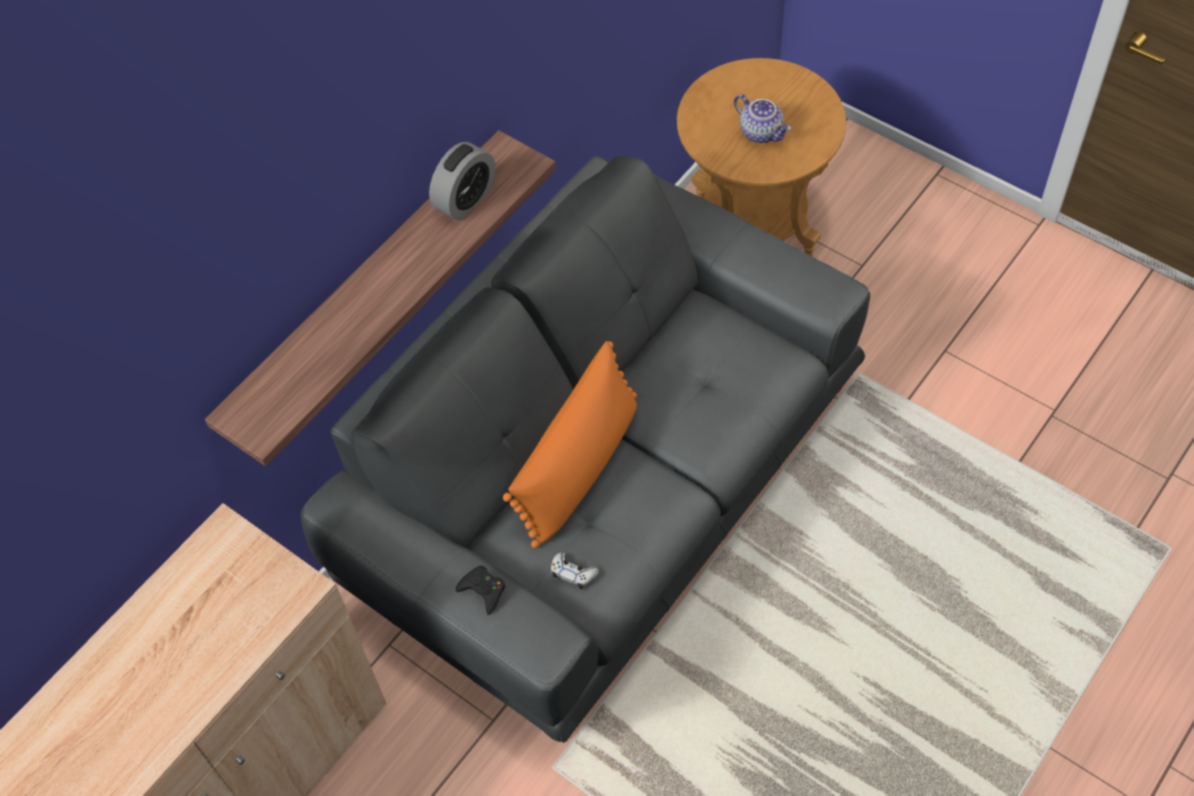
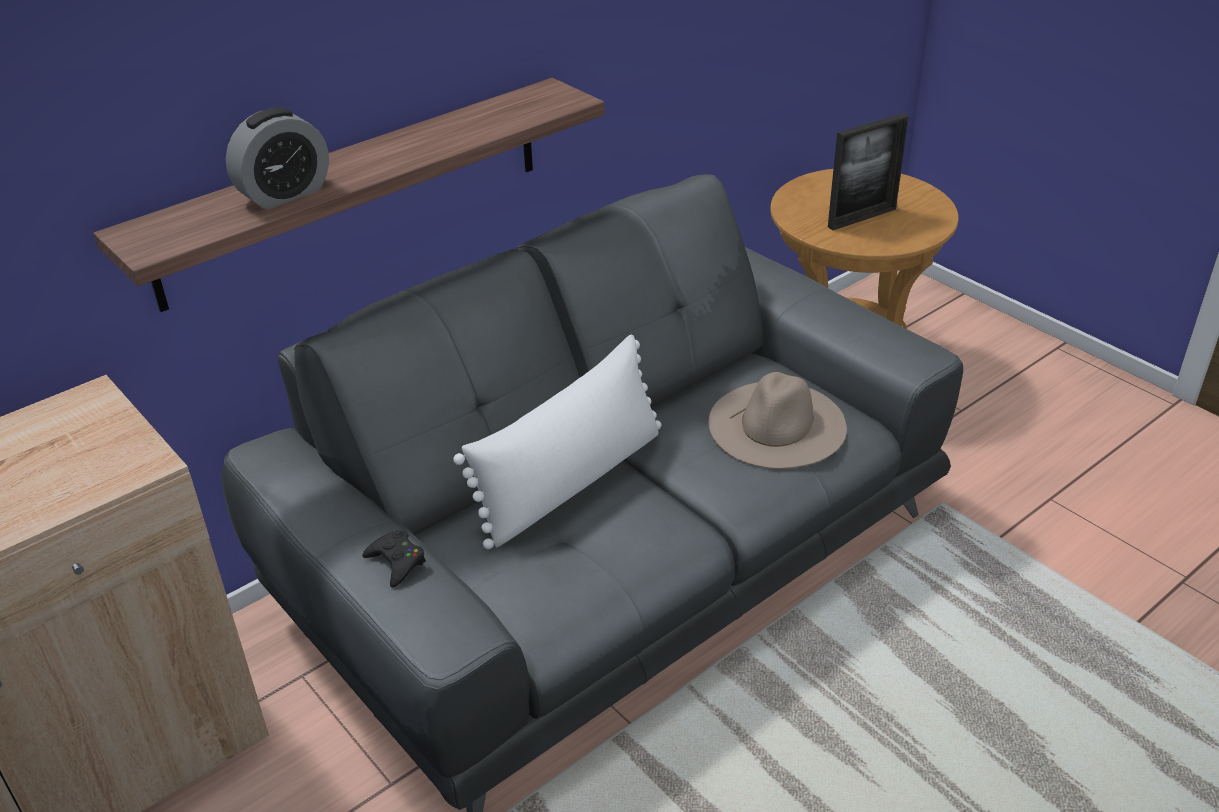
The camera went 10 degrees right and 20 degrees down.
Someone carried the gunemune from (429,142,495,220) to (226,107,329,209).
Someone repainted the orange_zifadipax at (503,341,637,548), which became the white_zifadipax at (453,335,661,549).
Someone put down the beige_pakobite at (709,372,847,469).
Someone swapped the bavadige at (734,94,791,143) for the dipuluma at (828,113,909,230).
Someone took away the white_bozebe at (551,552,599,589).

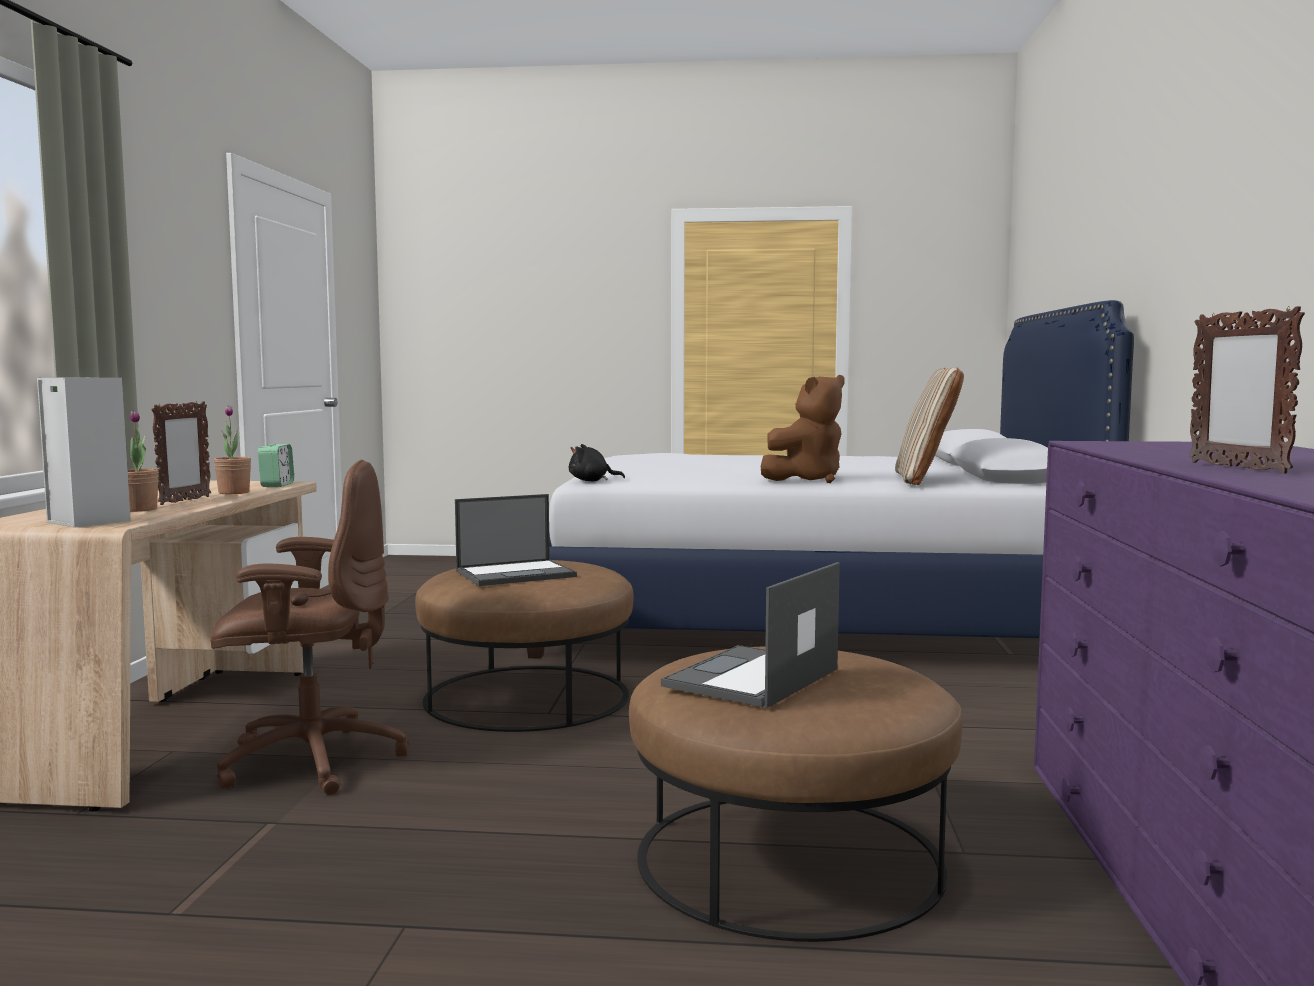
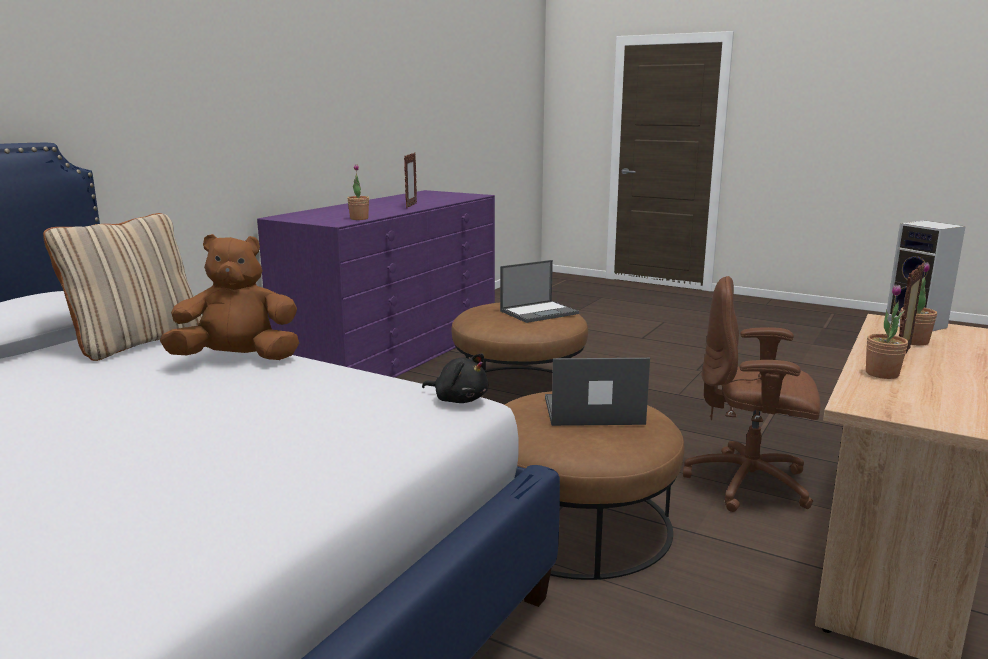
The camera went 155 degrees left and 10 degrees up.
Someone put down the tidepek at (347,164,369,220).
Someone took away the gunemune at (258,444,294,487).

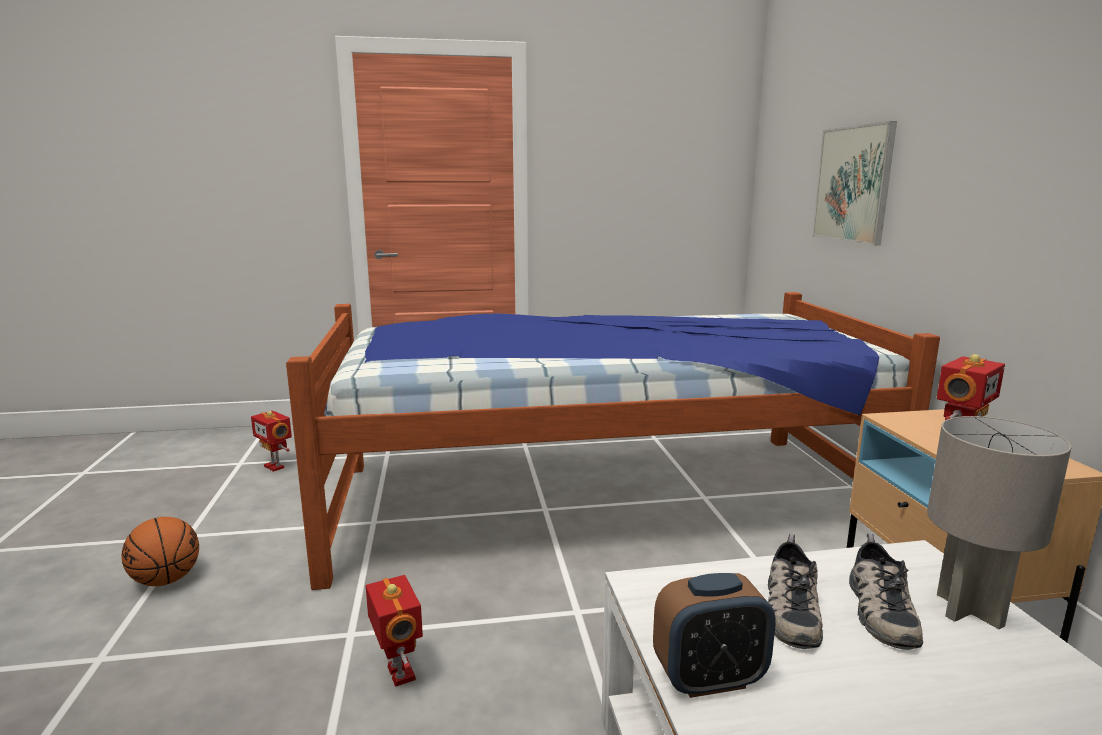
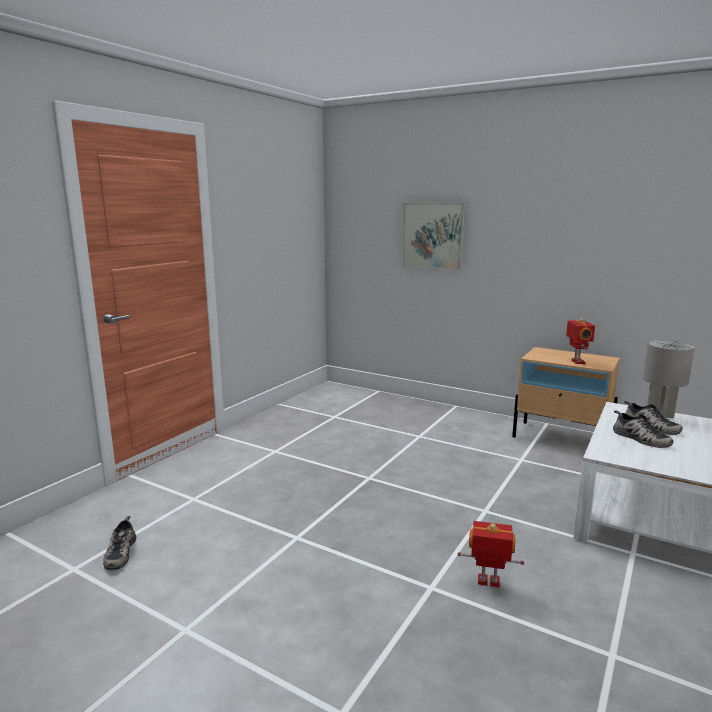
The camera went 50 degrees left and 0 degrees up.
Someone swapped the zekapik at (251,411,292,472) for the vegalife at (103,516,136,570).
Someone took away the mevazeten at (121,517,199,586).
Someone took away the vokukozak at (286,292,940,590).
Someone took away the gunemune at (653,573,776,698).

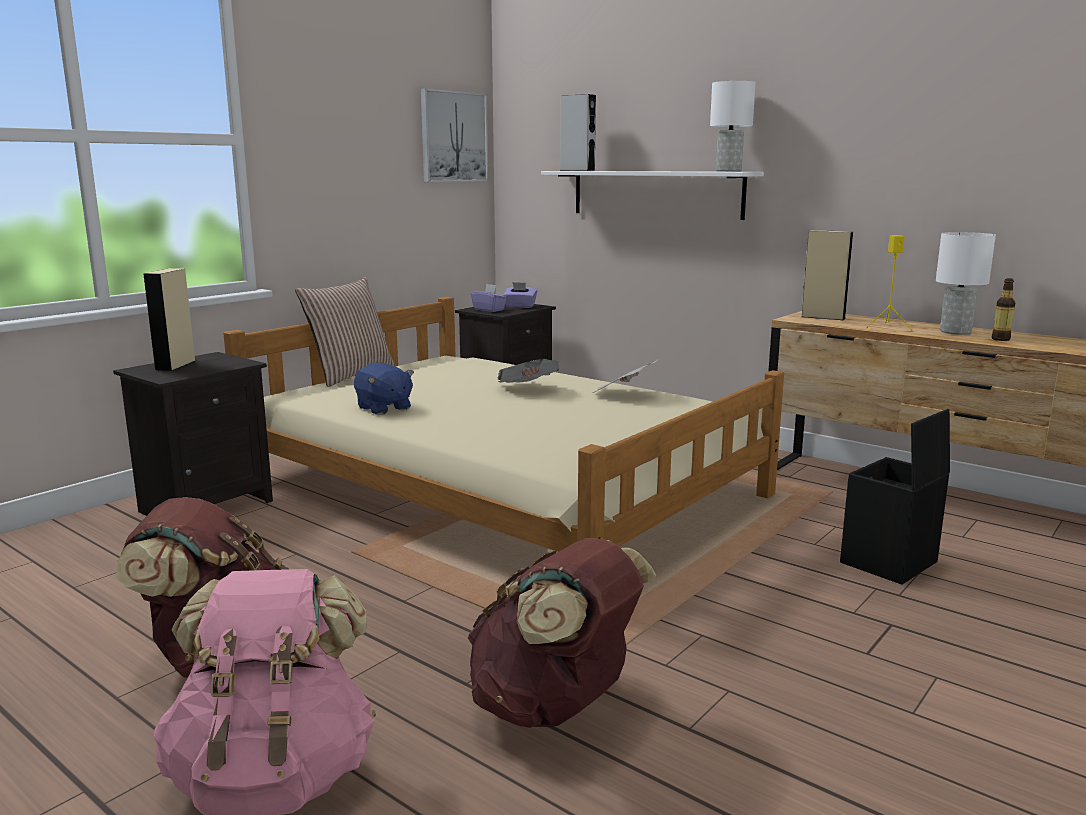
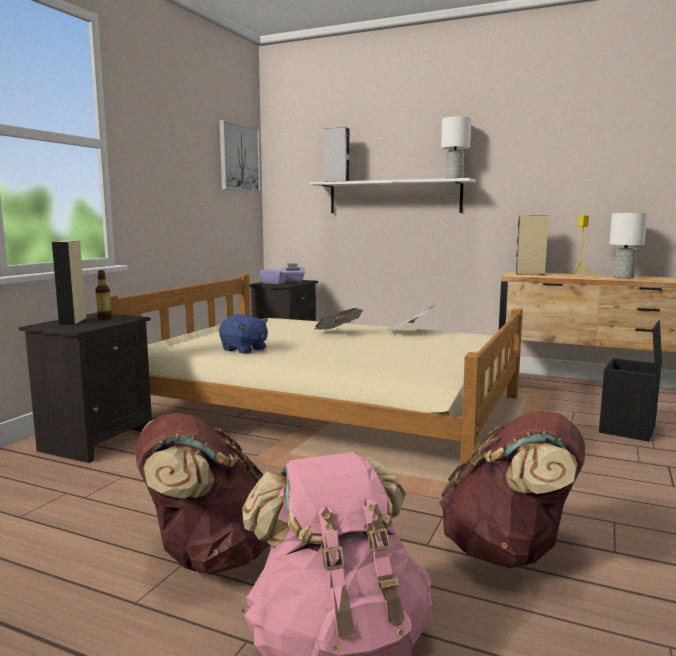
The camera went 15 degrees left and 5 degrees down.
Someone carried the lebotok from (992,278,1015,341) to (96,270,112,320).
Someone took away the zifadipax at (295,277,396,387).

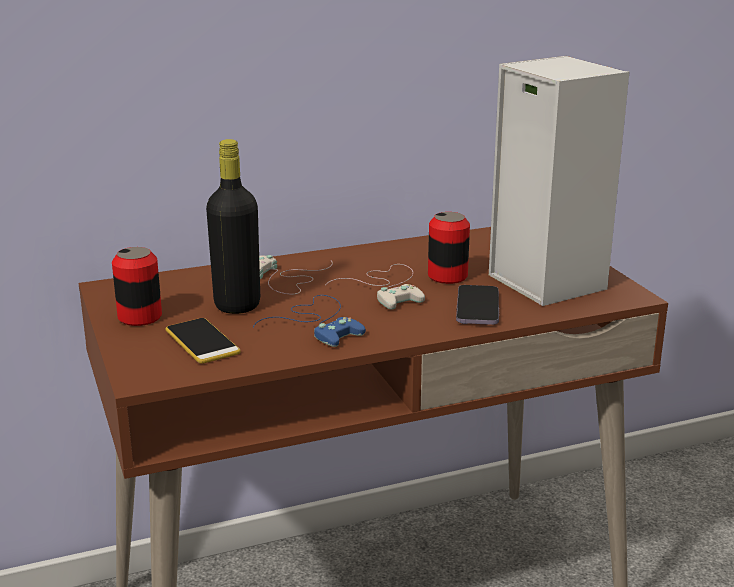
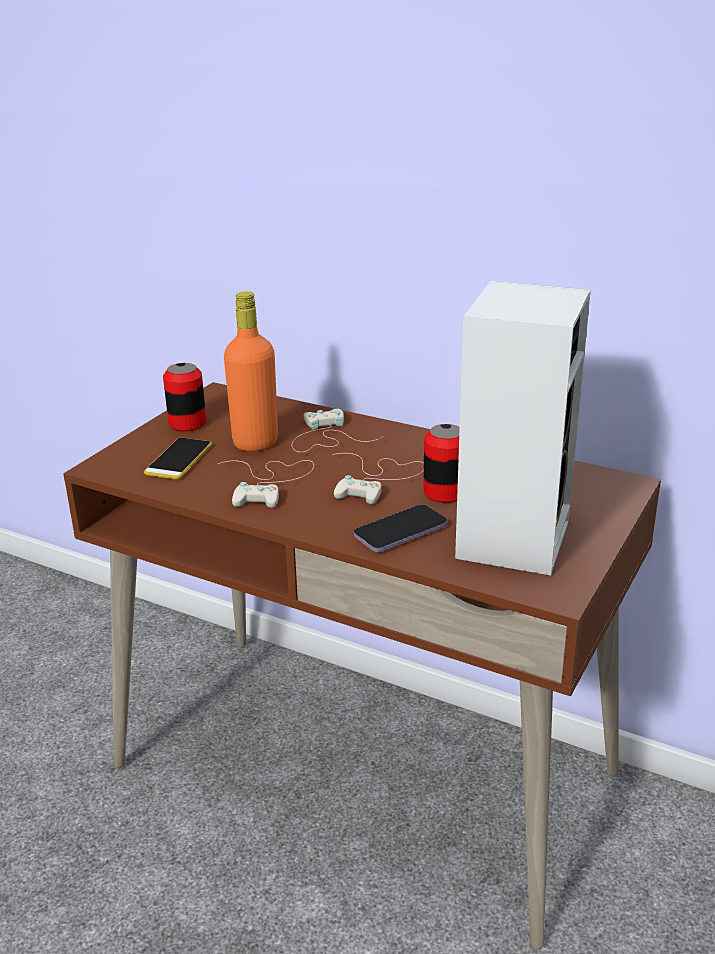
The camera went 50 degrees right and 5 degrees up.
Someone repainted the blue_bozebe at (253,295,366,347), which became the white_bozebe at (218,460,314,508).
Someone repainted the black_lebotok at (206,139,260,314), which became the orange_lebotok at (224,291,278,451).

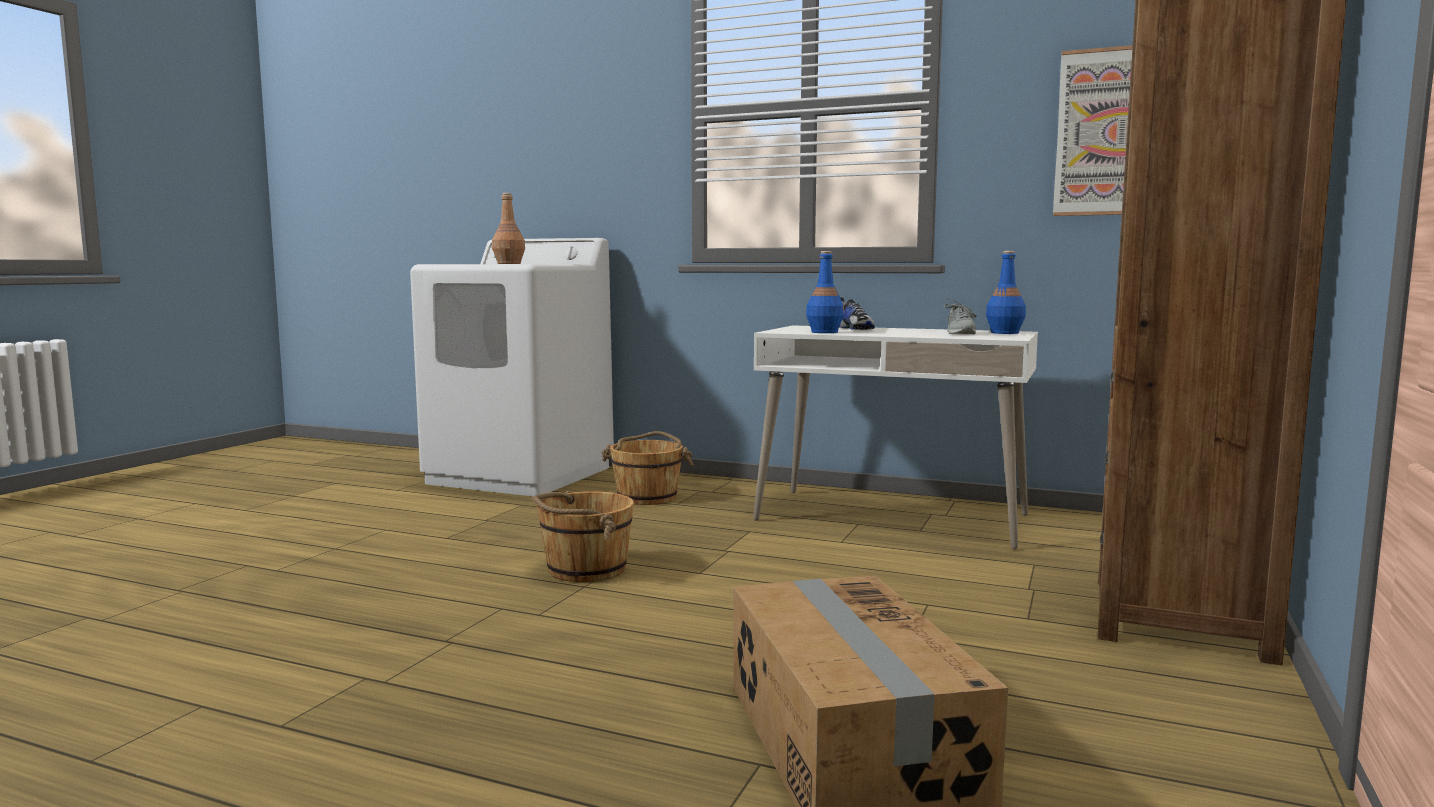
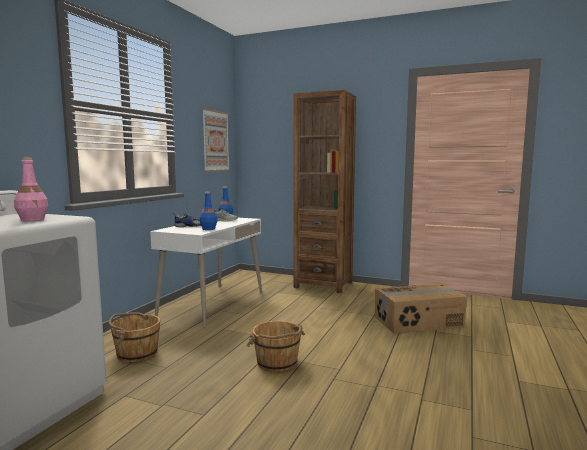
The camera went 90 degrees left and 0 degrees up.
Someone repainted the brown_lebotok at (492,193,525,264), which became the pink_lebotok at (14,158,48,221).

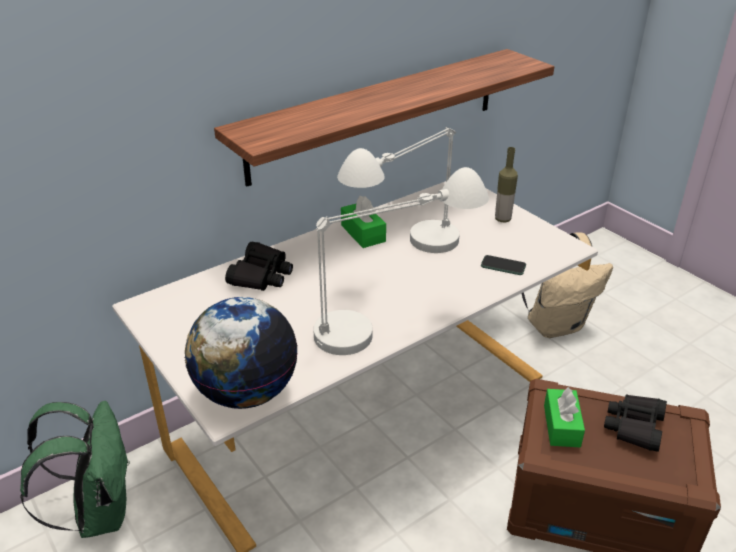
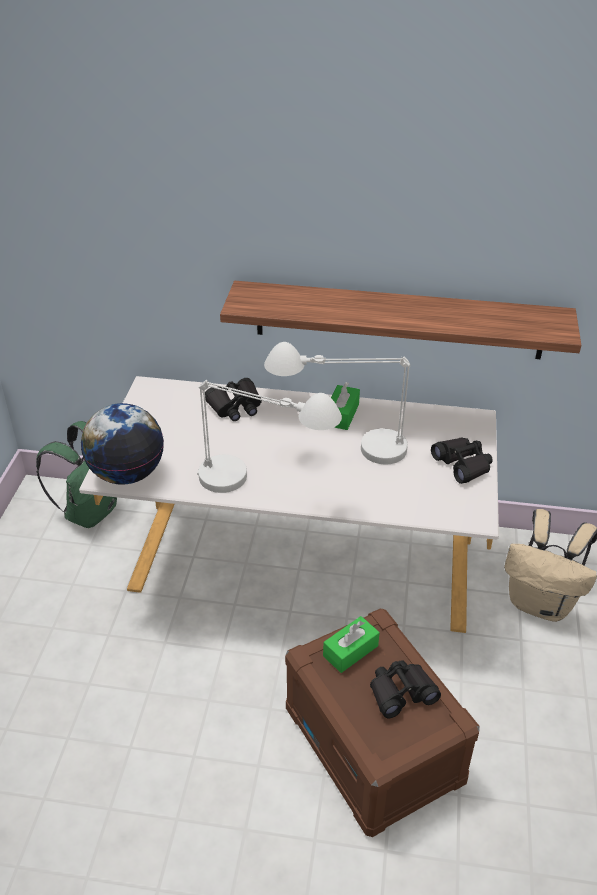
The camera went 45 degrees right and 5 degrees up.
Someone swapped the lebotok at (495,147,518,222) for the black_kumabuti at (431,437,493,484).
Someone took away the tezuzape at (481,255,526,275).

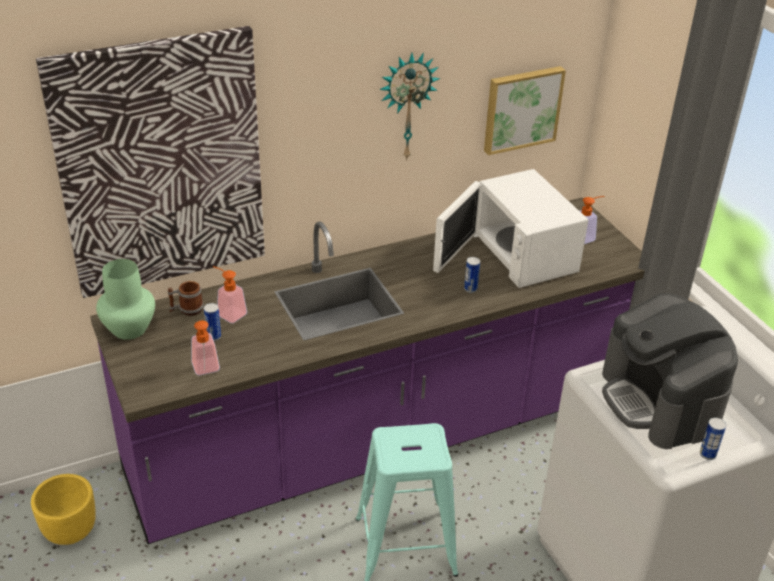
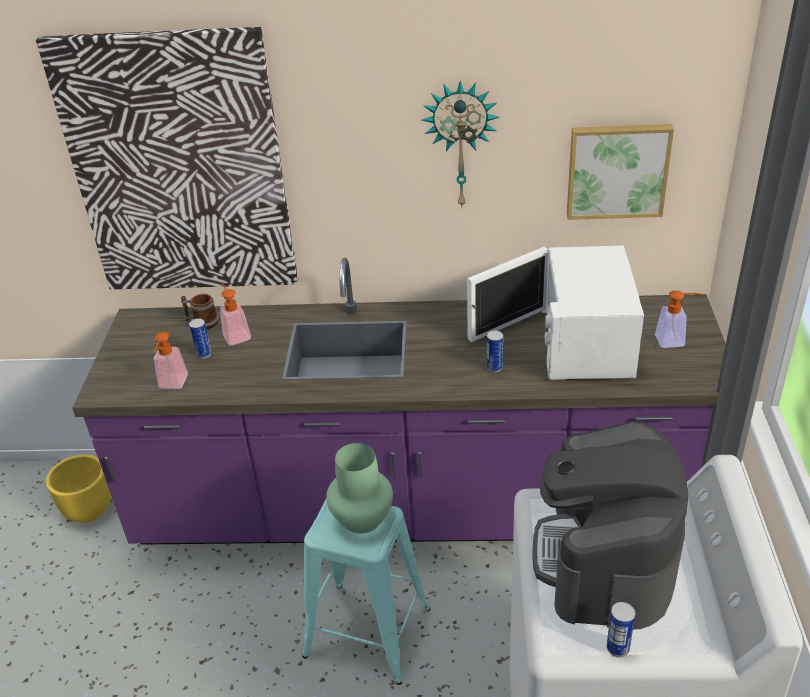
The camera went 30 degrees right and 0 degrees up.
Someone carried the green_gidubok from (96,259,155,340) to (326,443,393,534).

